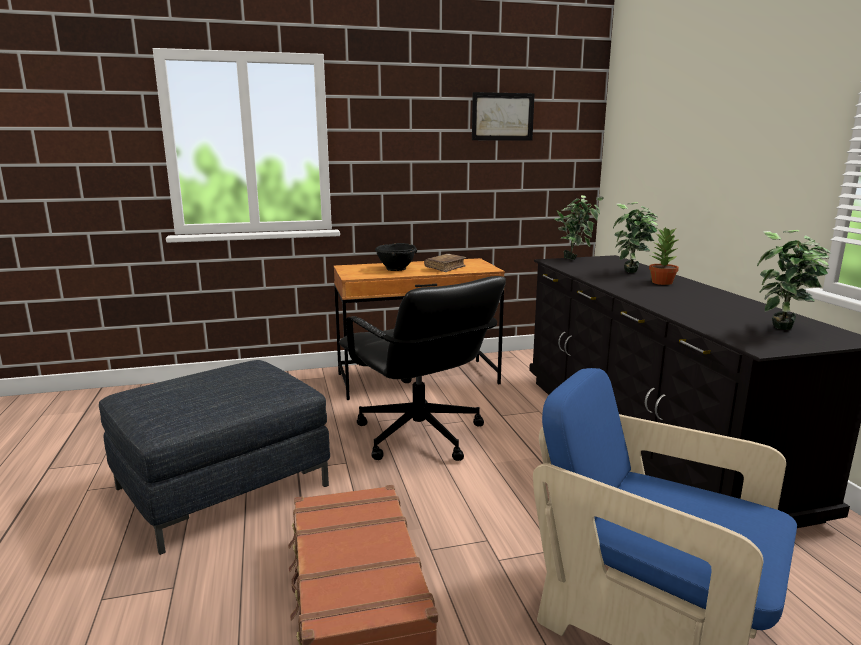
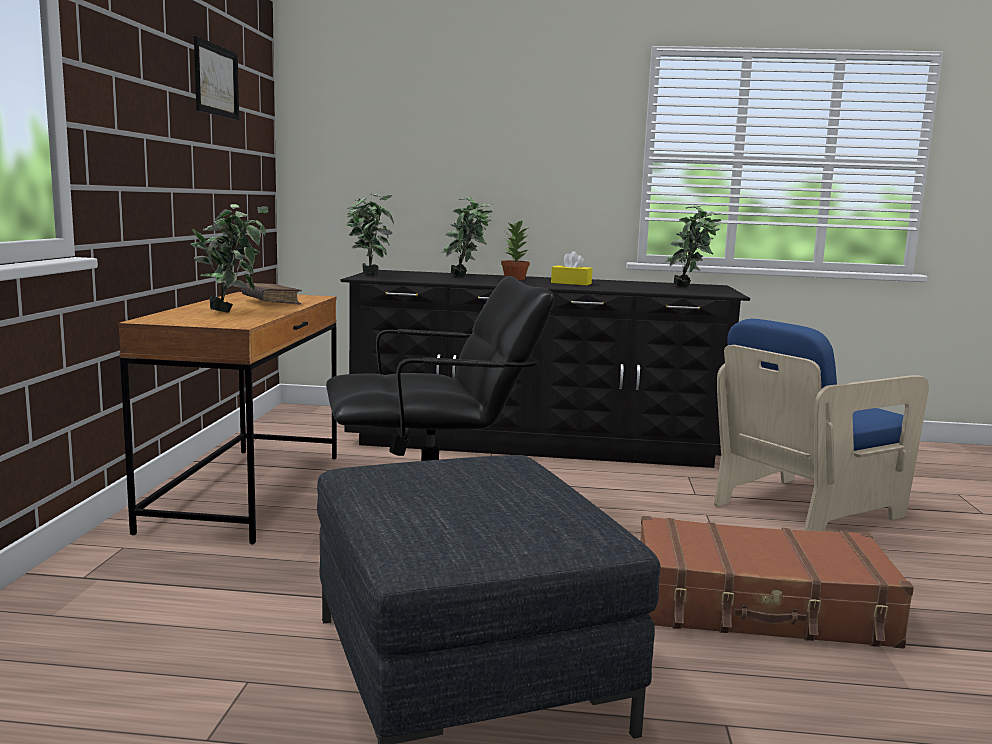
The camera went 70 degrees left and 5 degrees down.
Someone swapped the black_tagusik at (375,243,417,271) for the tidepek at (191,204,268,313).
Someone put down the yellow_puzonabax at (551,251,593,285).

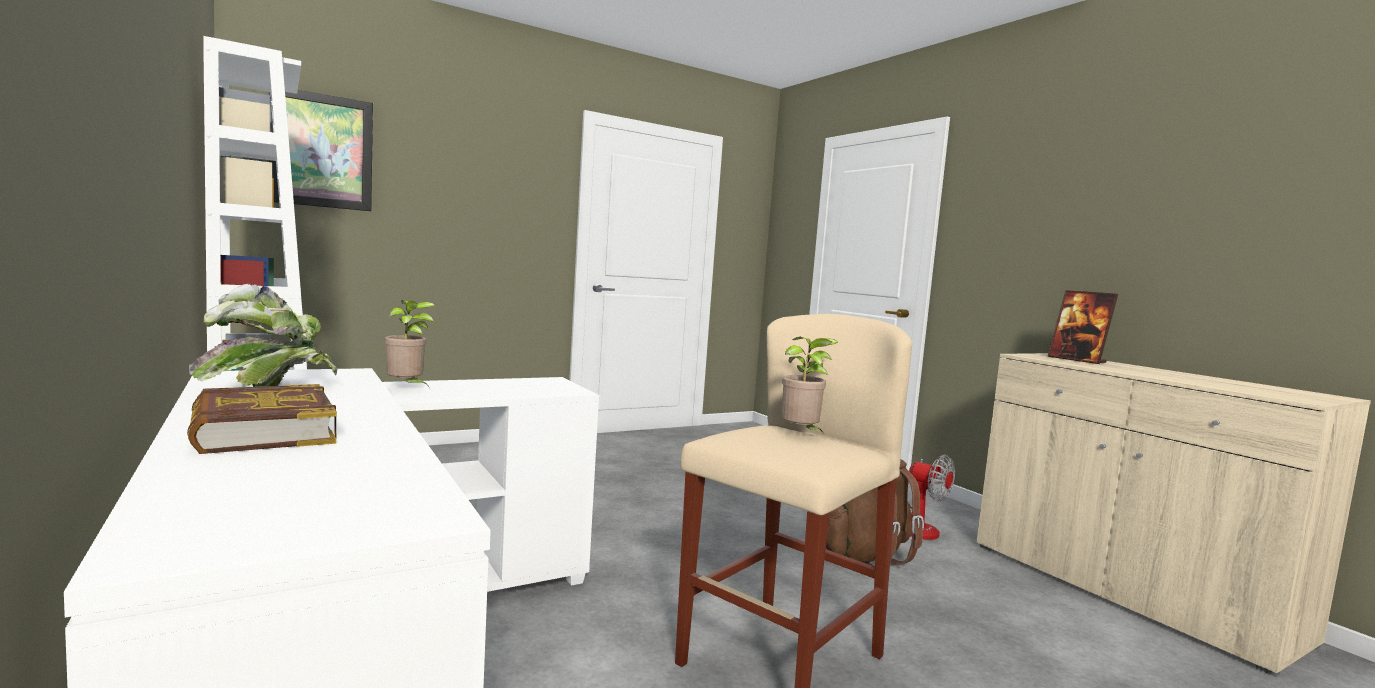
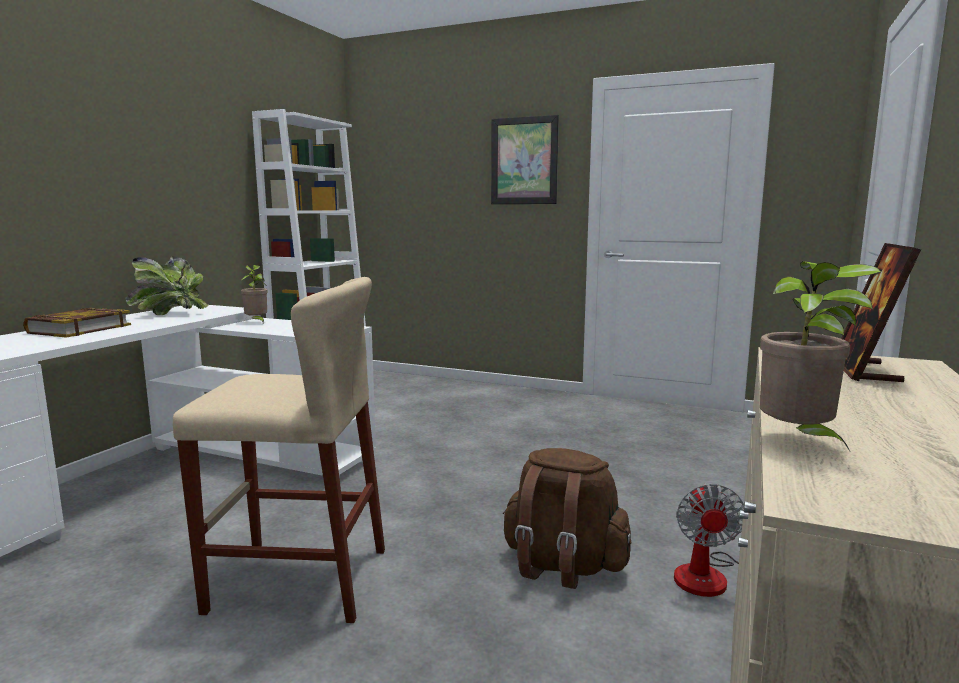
The camera went 55 degrees right and 5 degrees up.
Someone carried the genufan from (269,90,373,211) to (491,115,559,204).
Someone carried the tidepek from (782,337,839,435) to (760,261,881,451).

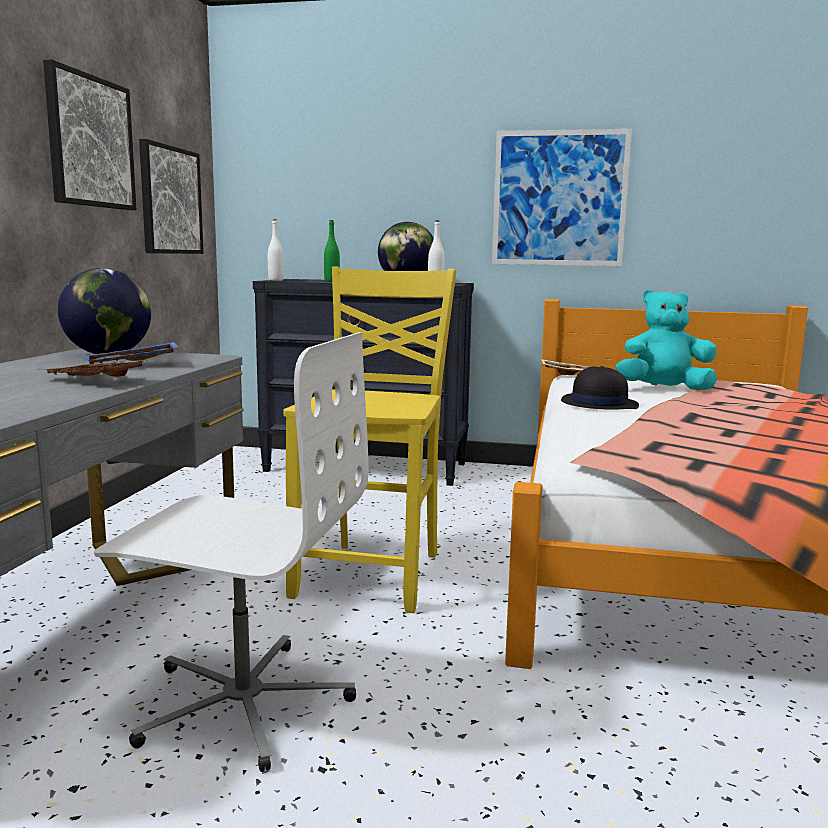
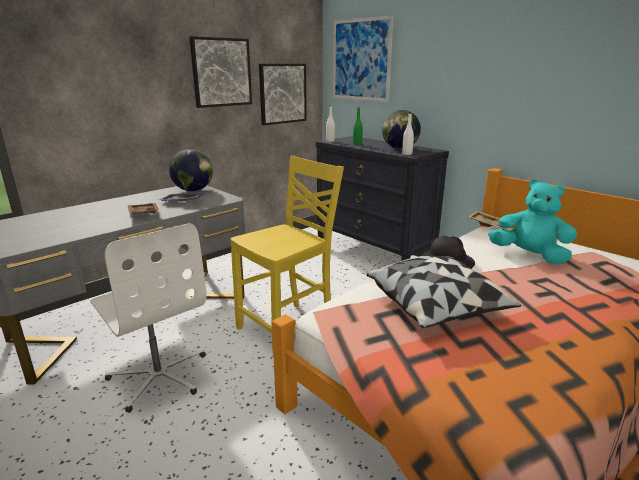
The camera went 35 degrees right and 10 degrees up.
Someone carried the genufan from (492,129,632,266) to (333,15,394,102).
Someone put down the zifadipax at (366,256,521,328).

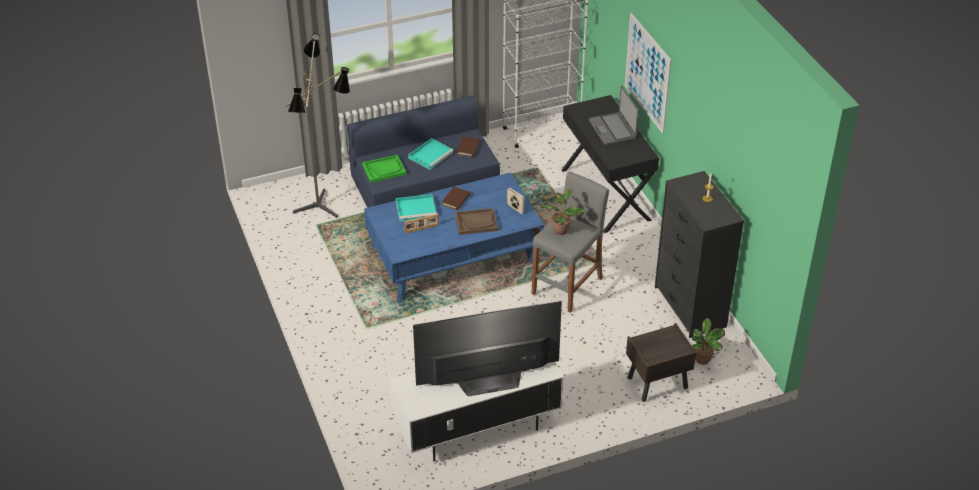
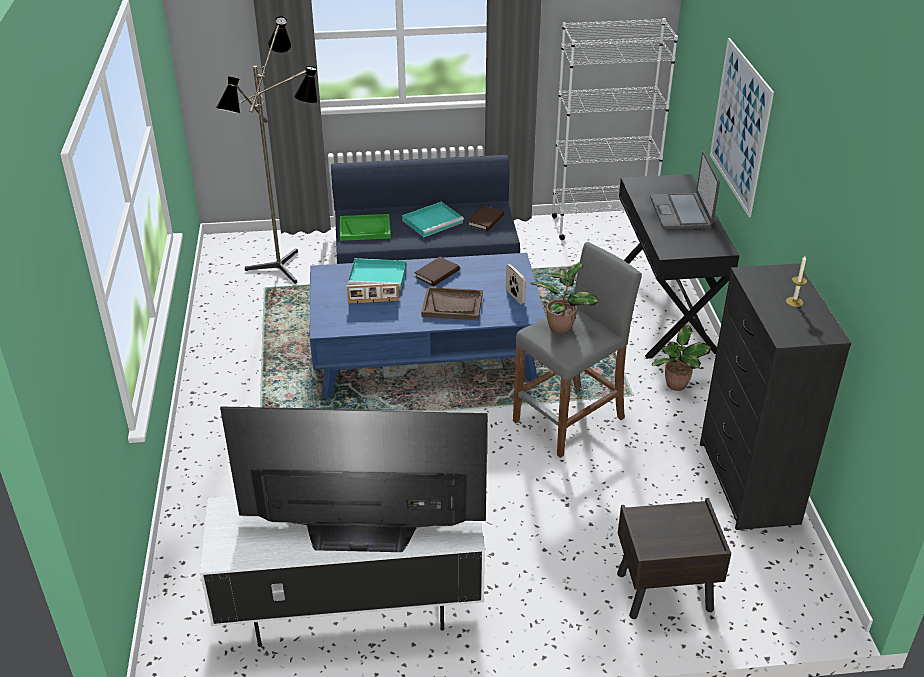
The camera went 15 degrees right and 5 degrees down.
Someone carried the tidepek from (692,318,725,365) to (652,325,711,391).

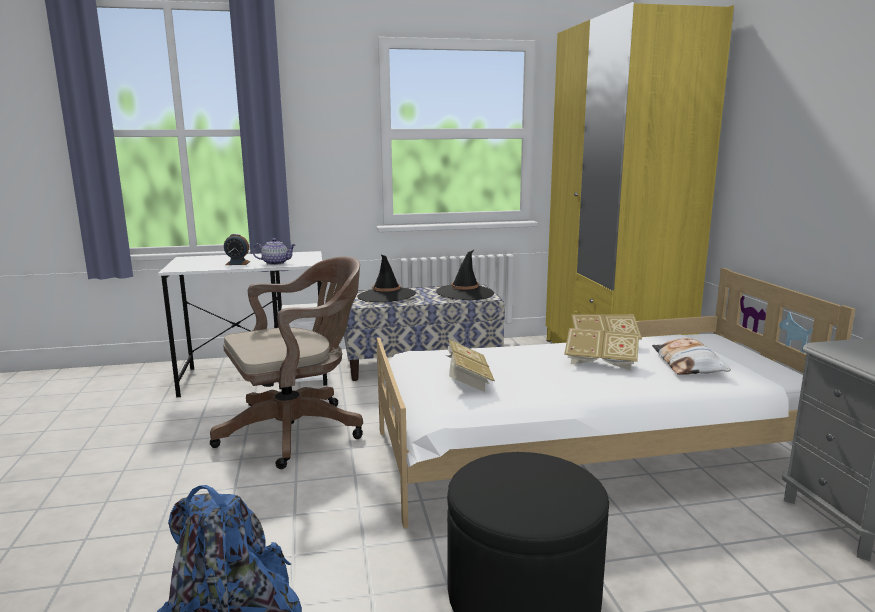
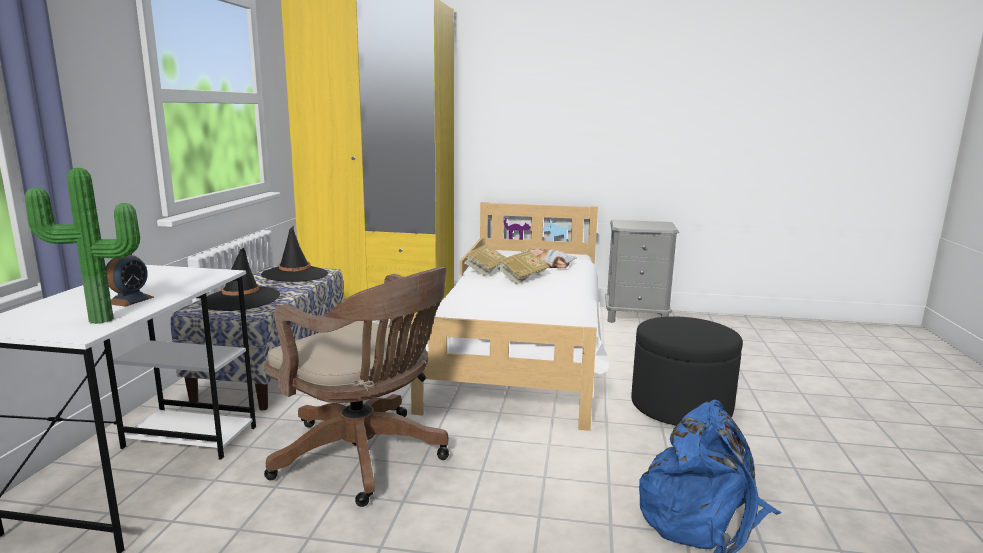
The camera went 70 degrees left and 0 degrees up.
Someone put down the tidepek at (25,168,140,324).
Someone rotated the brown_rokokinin at (210,256,363,469) by 135 degrees clockwise.
Someone took away the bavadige at (252,238,296,265).
Someone took away the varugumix at (445,339,495,392).

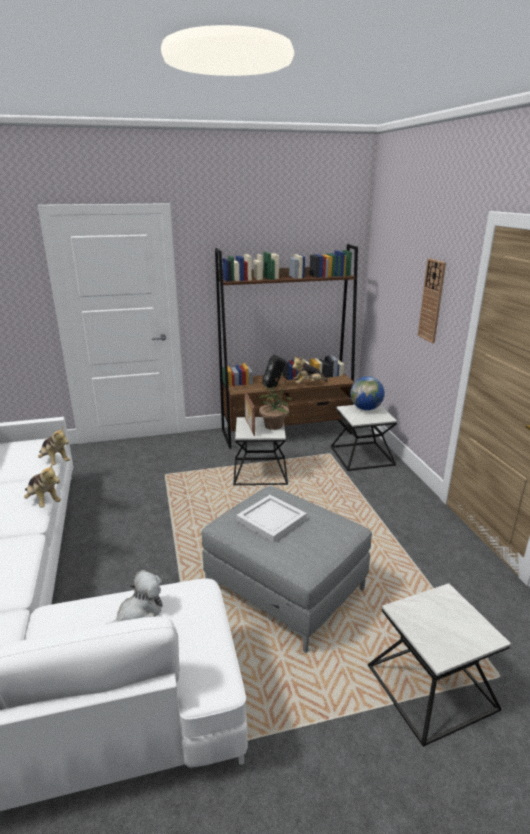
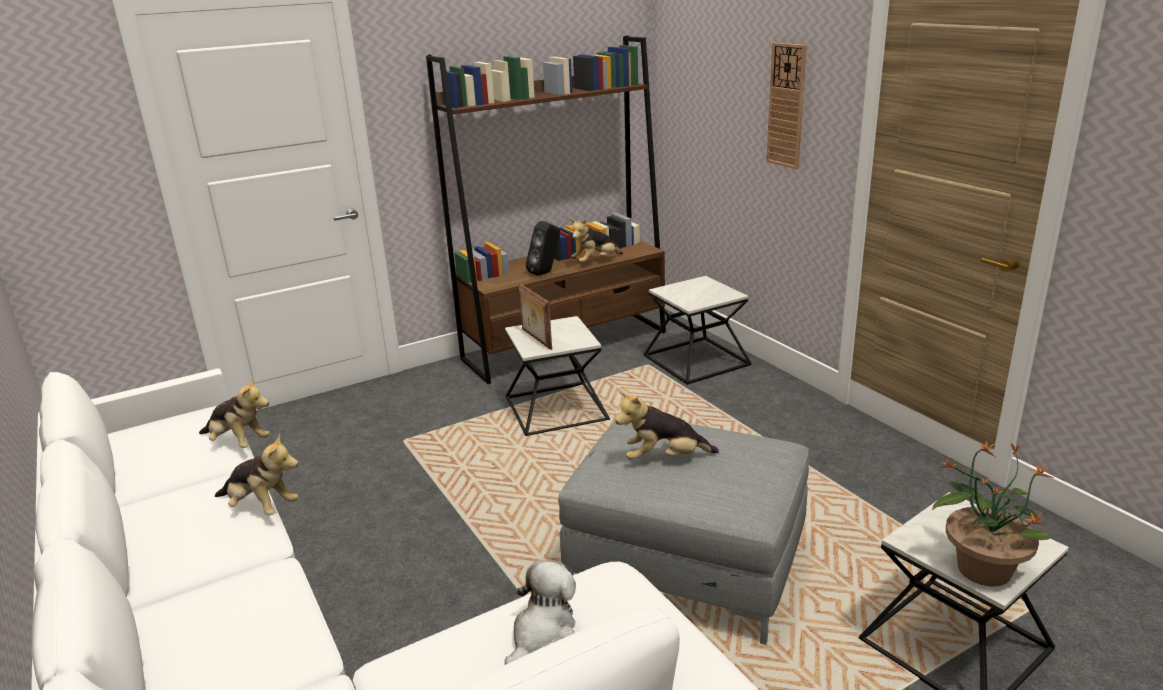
The camera went 15 degrees left and 0 degrees up.
Someone swapped the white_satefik at (236,495,307,543) for the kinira at (615,392,719,459).
Someone carried the tidepek from (257,378,291,430) to (932,440,1055,587).
Someone took away the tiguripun at (350,377,385,410).

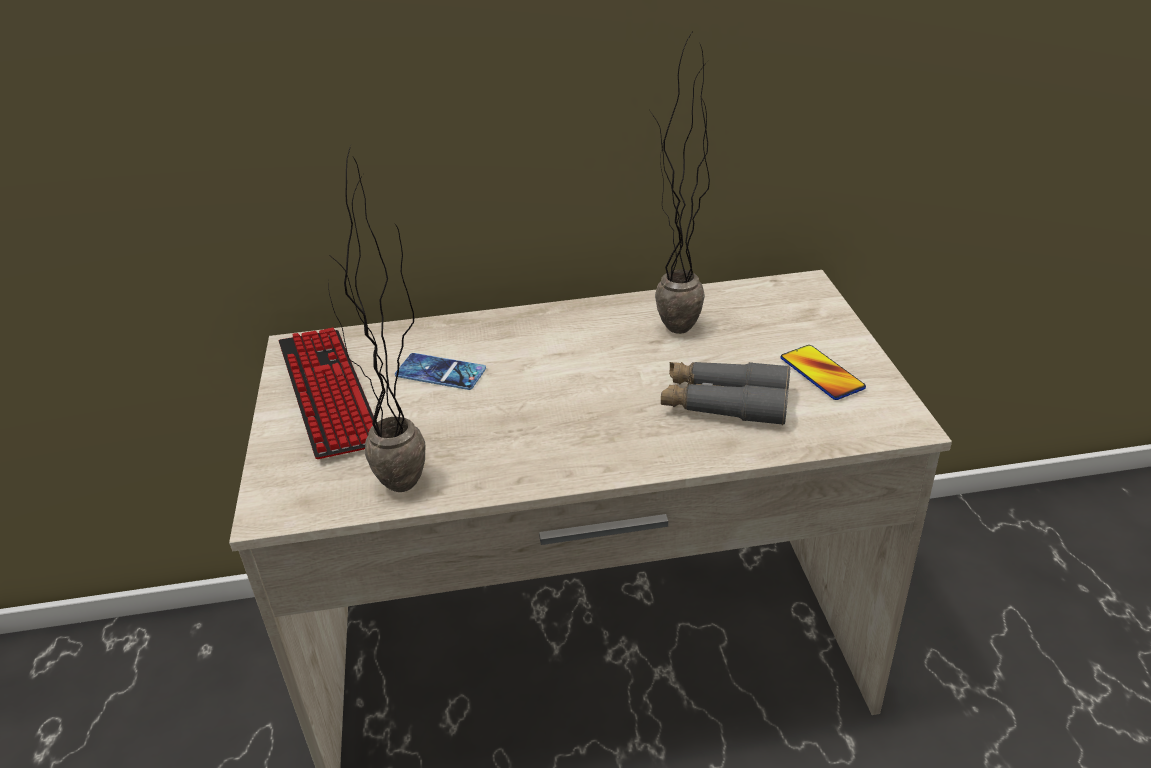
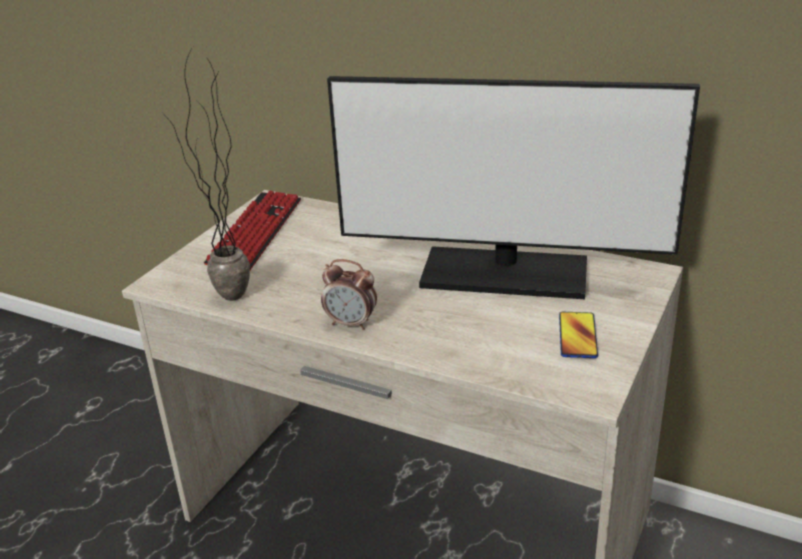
The camera went 35 degrees right and 5 degrees down.
Someone put down the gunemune at (321,259,377,330).
Someone swapped the tidepek at (650,30,710,334) for the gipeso at (327,76,700,299).
Someone took away the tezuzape at (395,353,486,390).
Someone took away the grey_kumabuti at (661,362,791,425).

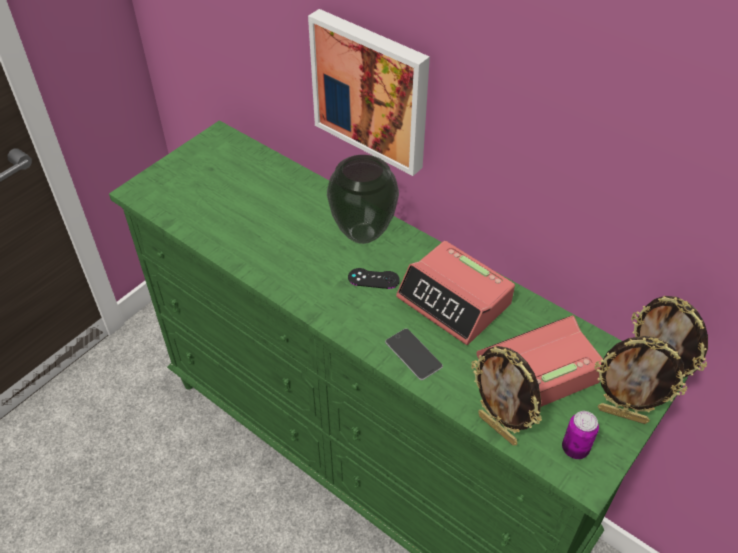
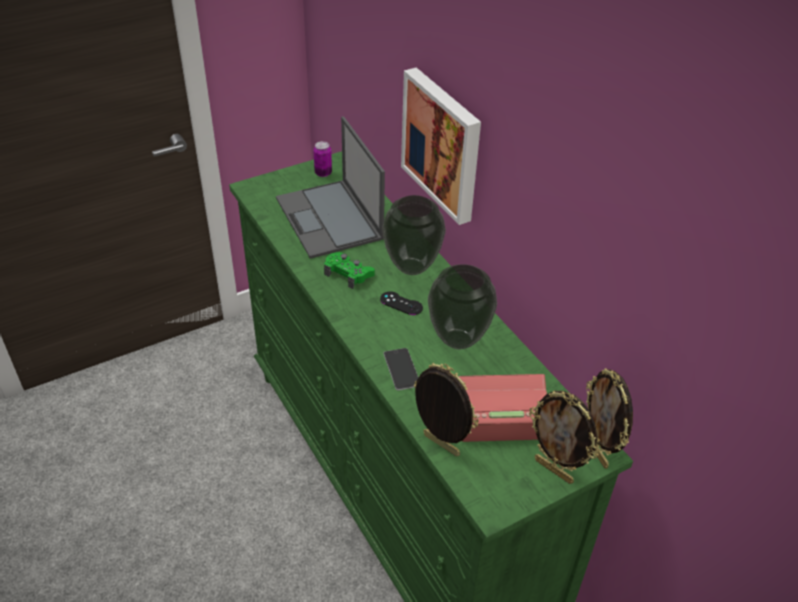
The camera went 20 degrees right and 5 degrees down.
Someone put down the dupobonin at (276,116,385,259).
Someone carried the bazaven from (562,411,599,459) to (313,141,332,177).
Someone put down the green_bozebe at (324,252,375,289).
Someone rotated the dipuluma at (471,346,542,445) by 150 degrees clockwise.
Someone swapped the gunemune at (396,241,515,345) for the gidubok at (428,264,497,349).

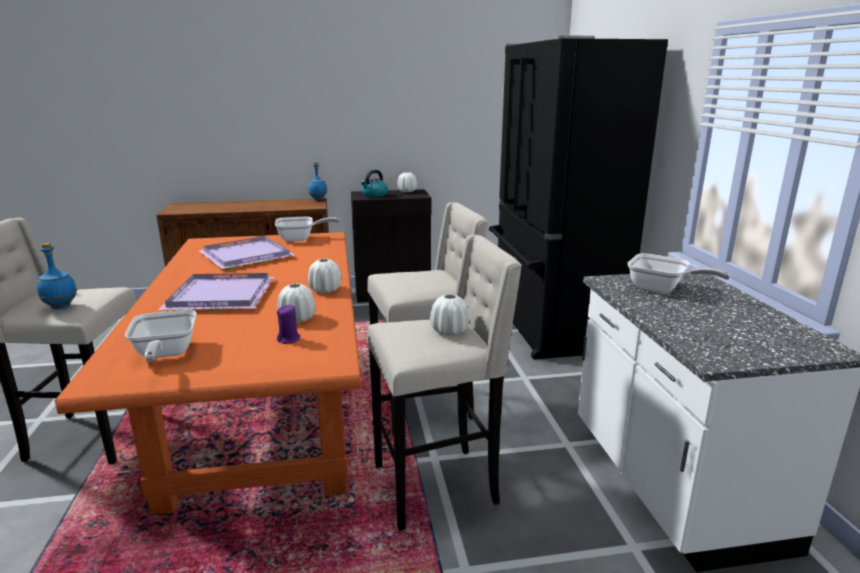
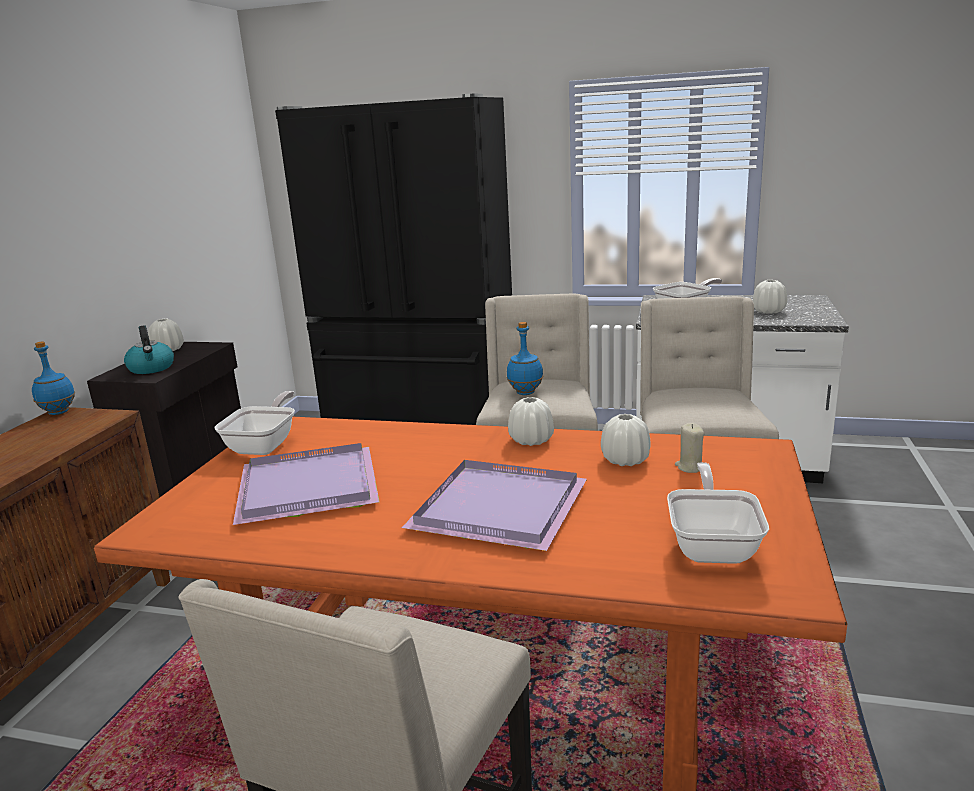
The camera went 65 degrees left and 0 degrees up.
Someone carried the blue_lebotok from (37,243,77,310) to (506,322,543,395).
Someone rotated the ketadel at (125,310,196,362) by 90 degrees counterclockwise.
Someone repainted the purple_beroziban at (277,305,300,344), which became the beige_beroziban at (675,423,704,473).
Someone carried the white_gidubok from (430,294,469,336) to (753,280,787,314).

